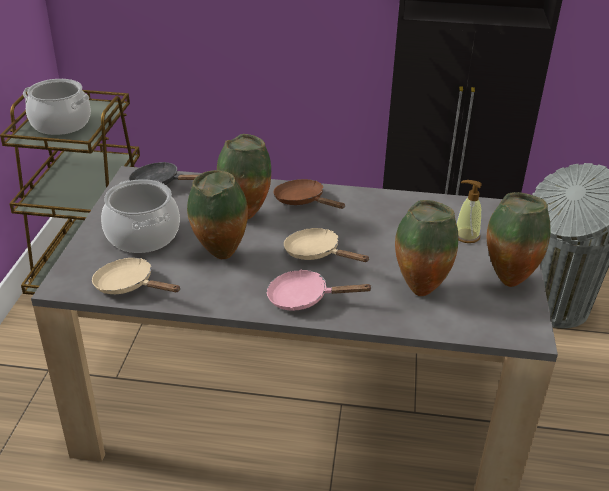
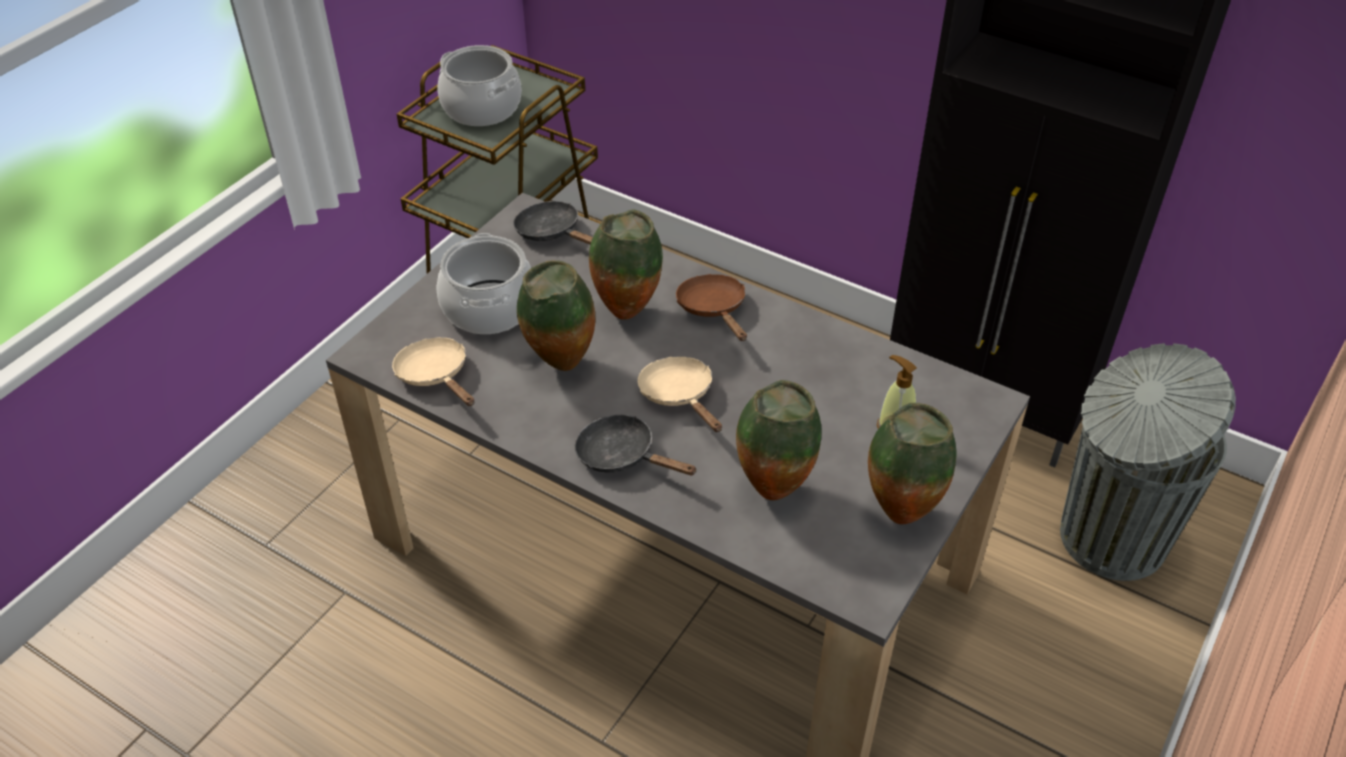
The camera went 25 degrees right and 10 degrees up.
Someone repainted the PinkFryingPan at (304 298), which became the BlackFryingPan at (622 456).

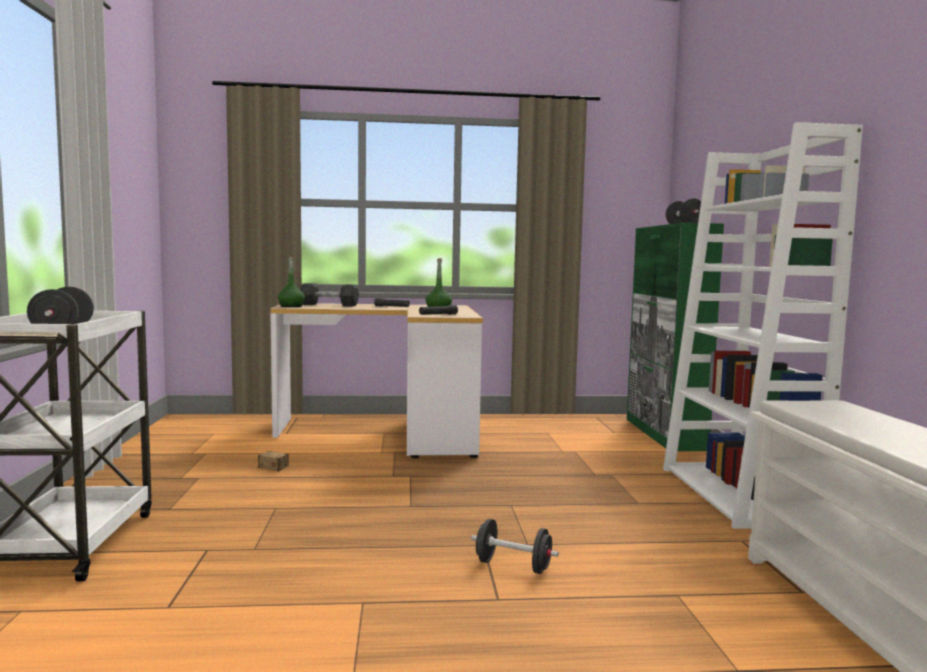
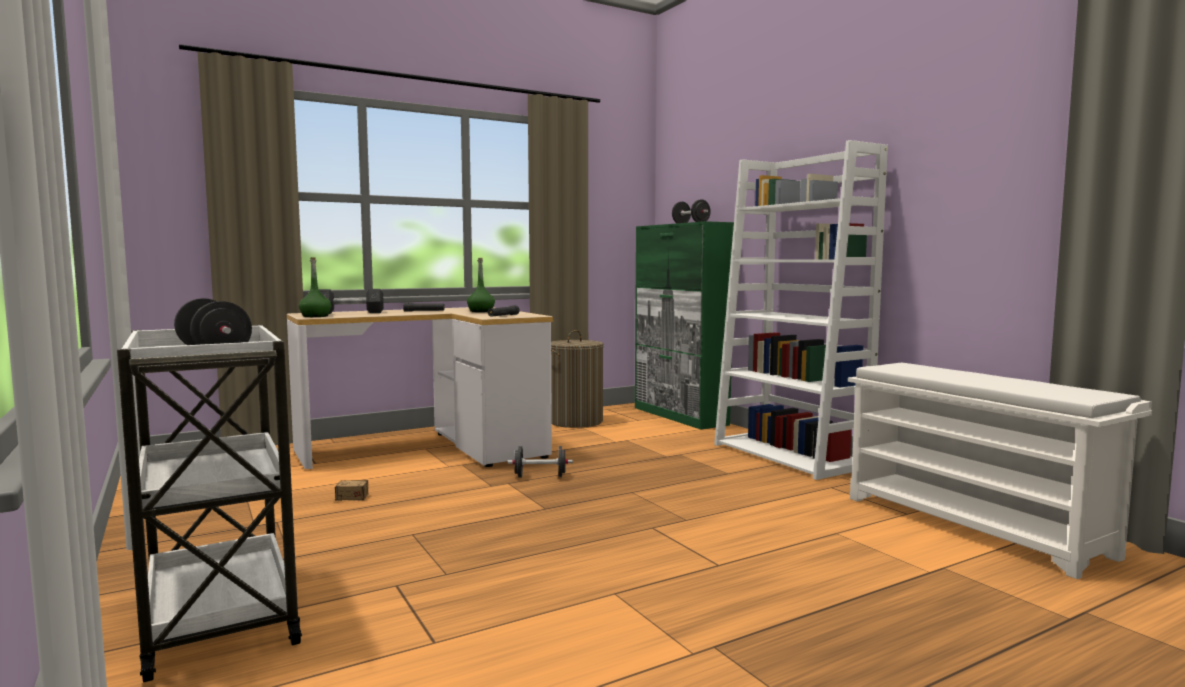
The camera went 25 degrees left and 0 degrees up.
Someone put down the LaundryBasket at (575 421).
Someone carried the BlackDumbbell from (513 566) to (540 476).

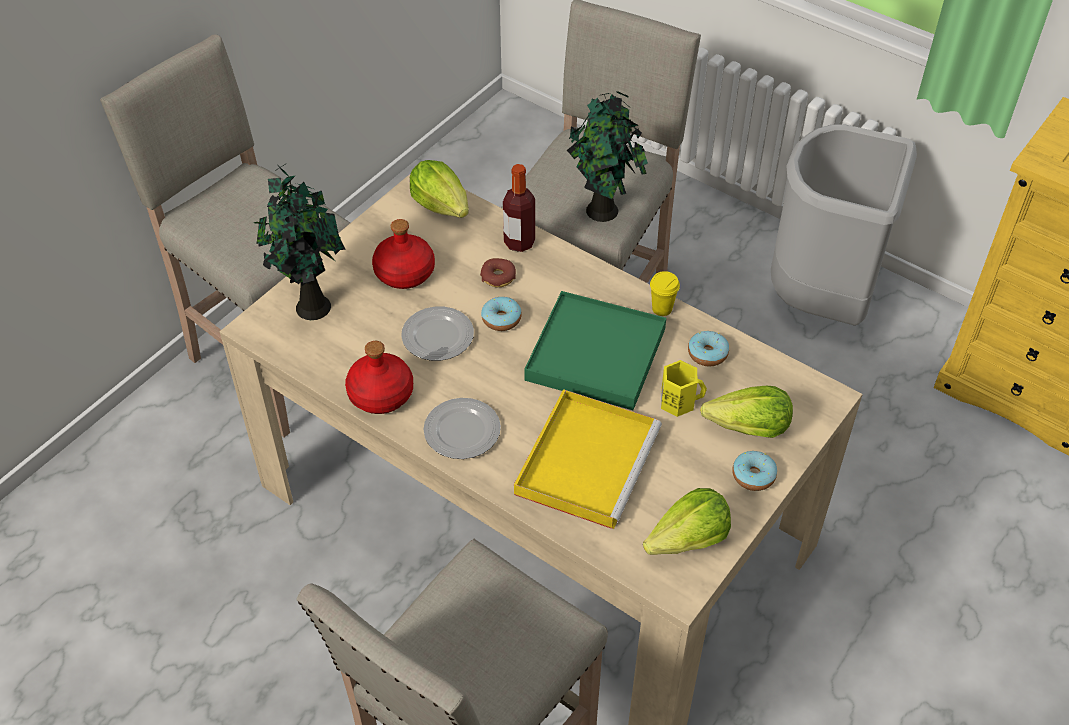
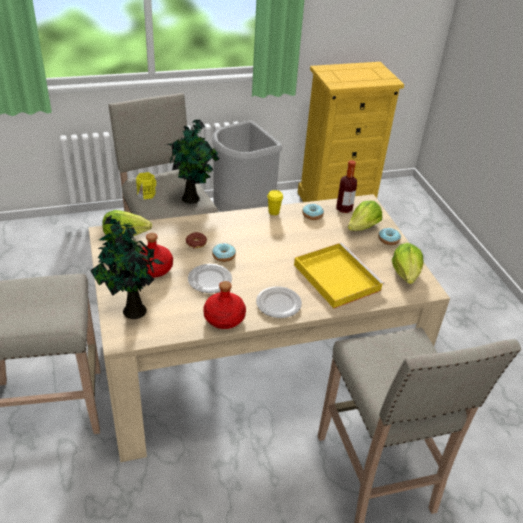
The camera went 55 degrees left and 10 degrees down.
Someone took away the GreenTray at (595 354).
Someone carried the Bottle from (519 242) to (344 209).
Someone carried the YellowMug from (678 401) to (146 194).

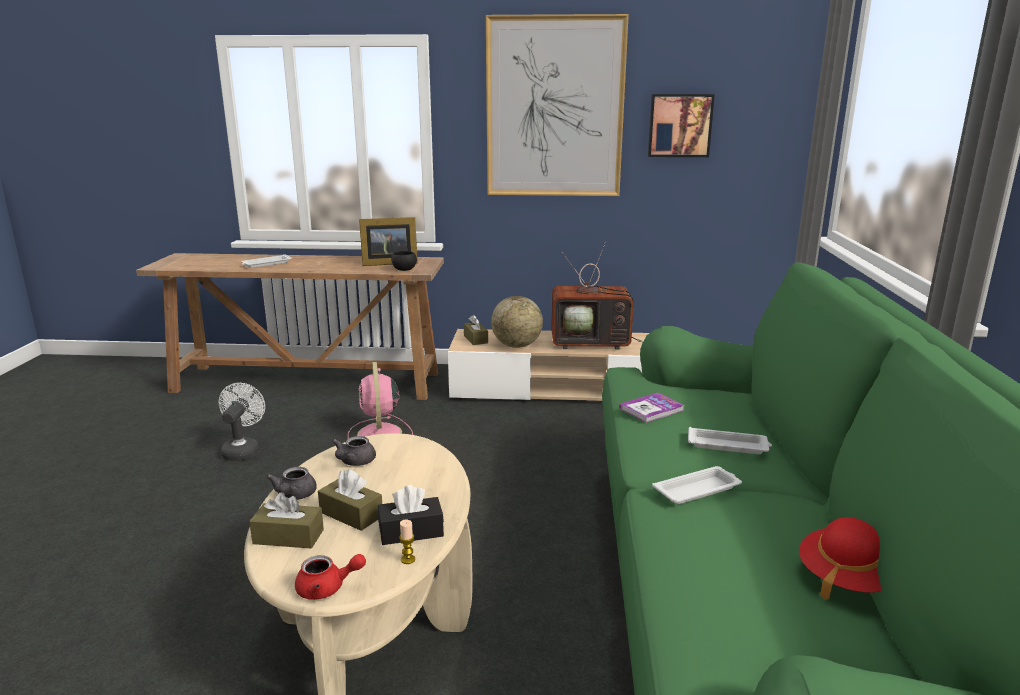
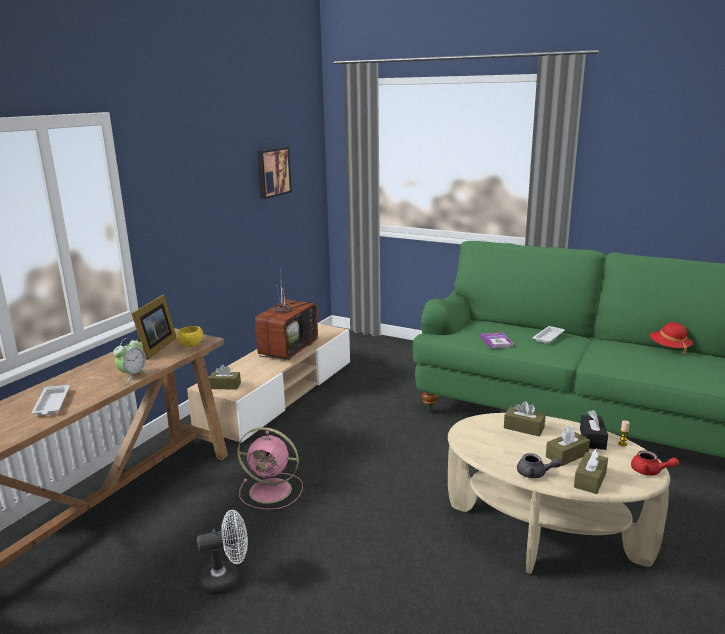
The camera went 65 degrees left and 0 degrees up.
Someone took away the GreyTeapot at (354 462).
Someone took away the Picture at (554 108).
Someone took away the Globe at (516 346).
Someone took away the WhiteTray at (698 490).
Someone put down the AlarmClock at (132 375).
Someone put down the BrownTissueBox at (523 428).
Someone repainted the BlackBowl at (404 270), which became the YellowBowl at (191 345).
Someone rotated the WhiteFan at (243 450) by 135 degrees clockwise.
Someone rotated the RedTeapot at (327 588) by 105 degrees clockwise.

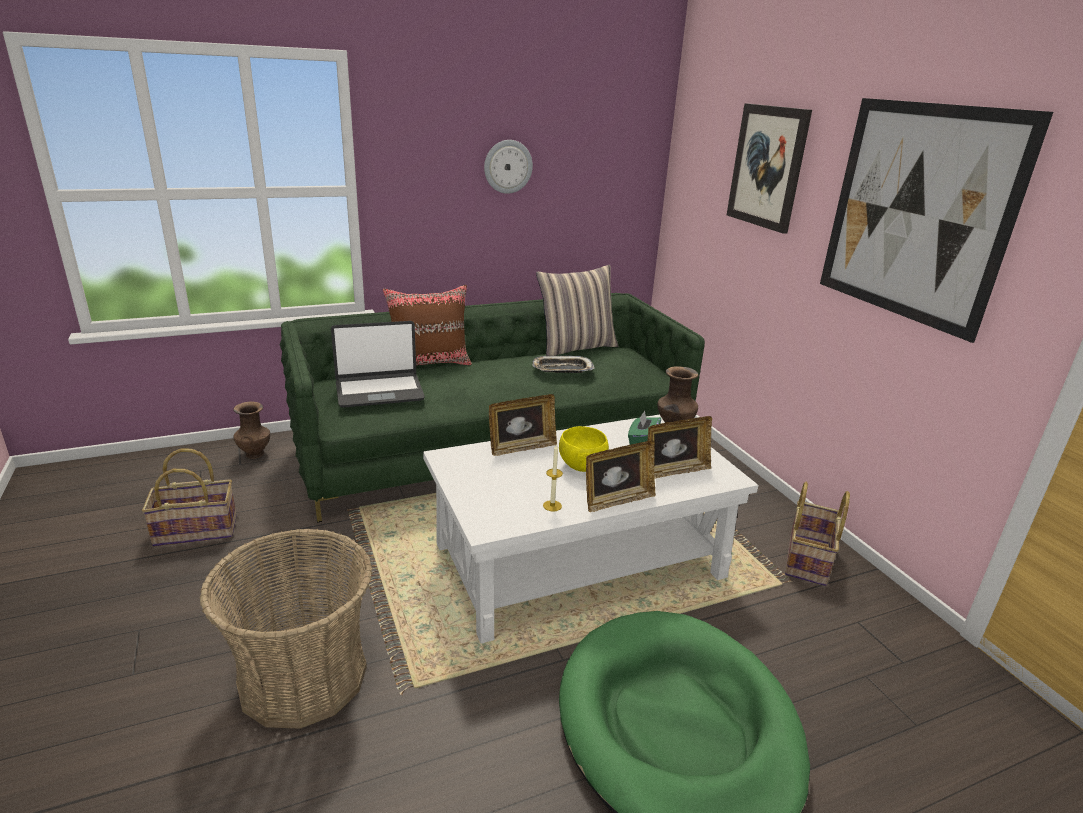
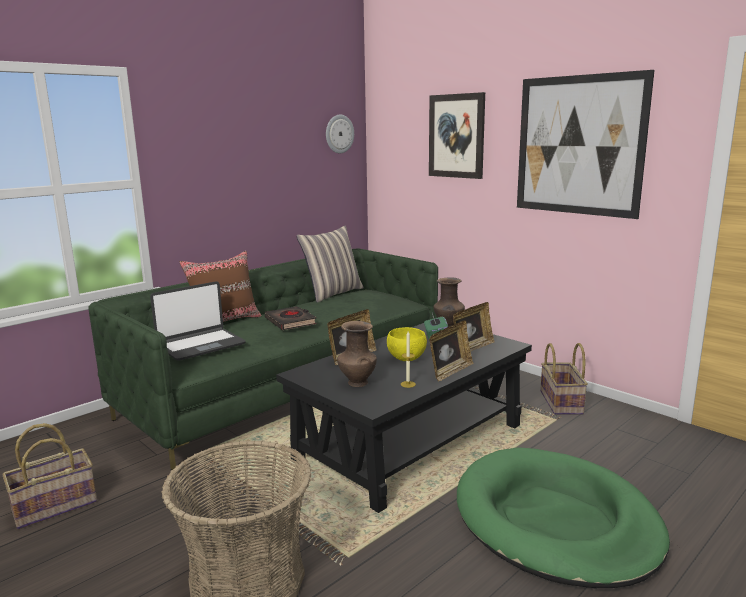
The camera went 20 degrees left and 10 degrees down.
Someone took away the Tray at (562 369).
Someone put down the BlackBook at (290 322).
Someone carried the BrownVase from (255 454) to (357 382).
Someone carried the WallClock from (508 166) to (339 134).
Someone repainted the WhiteCoffeeTable at (579 560), which became the BlackCoffeeTable at (410 441).

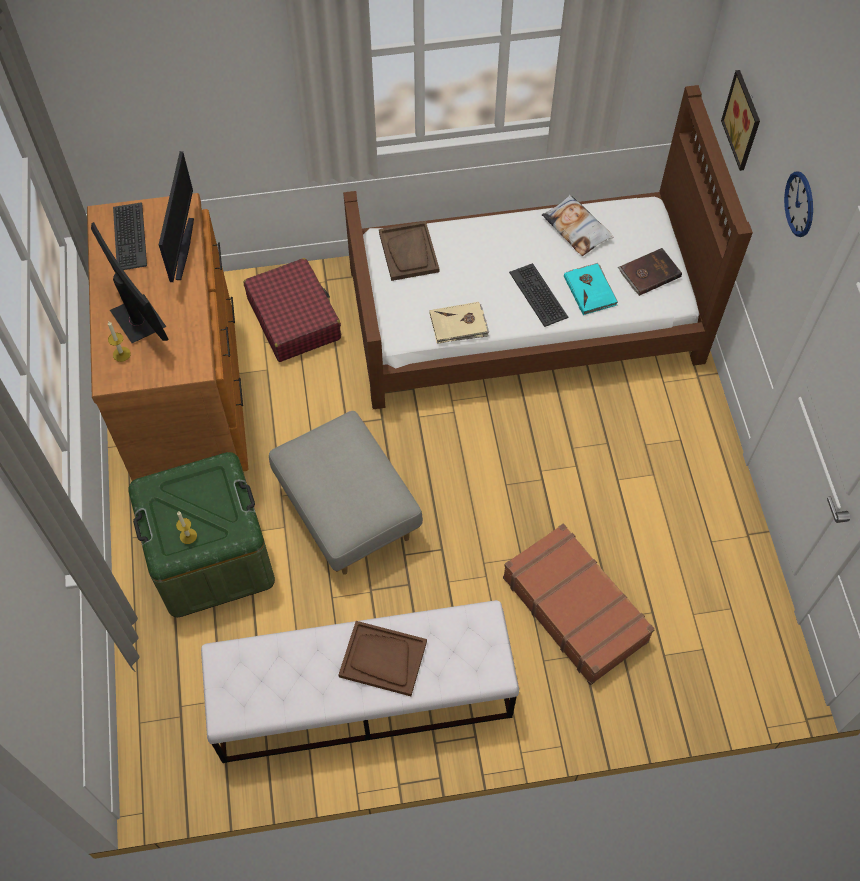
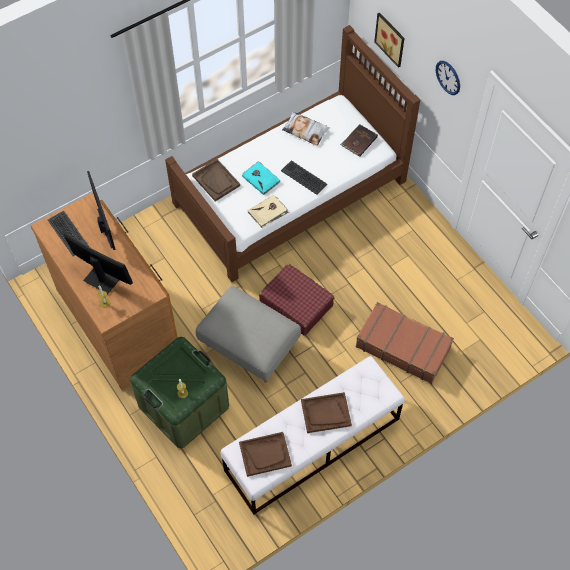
The camera went 25 degrees left and 0 degrees up.
Someone put down the BrownTray at (265 454).
Someone carried the RedSuitcase from (294 318) to (296 304).
Someone carried the TurquoiseBook from (590 290) to (261 179).

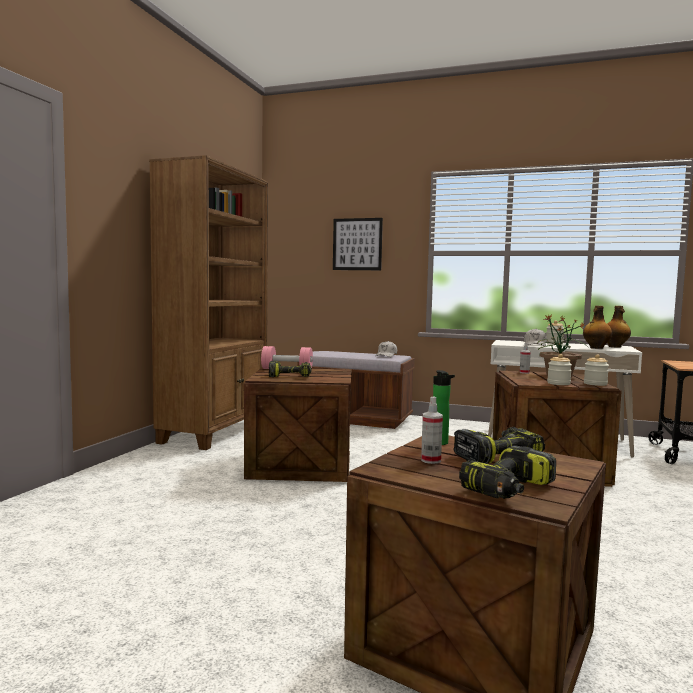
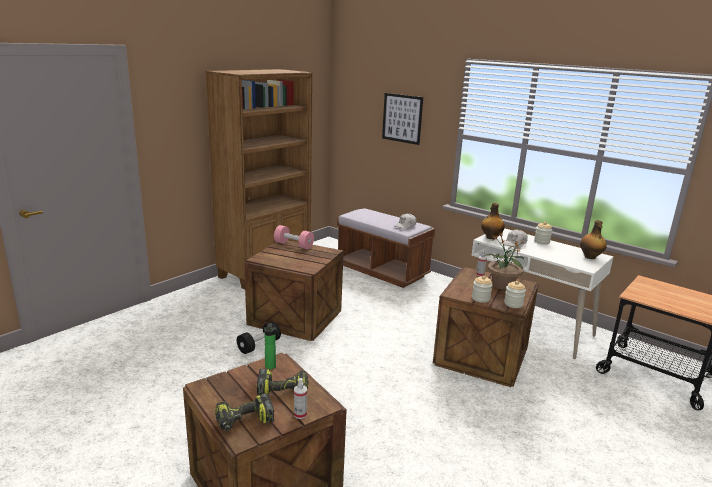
The camera went 20 degrees right and 15 degrees up.
Someone took away the PowerDrill at (290 376).
Someone put down the BlackDumbbell at (259 345).
Someone carried the SprayBottle from (431 460) to (300 414).
Someone carried the Bottle from (596 348) to (491 237).

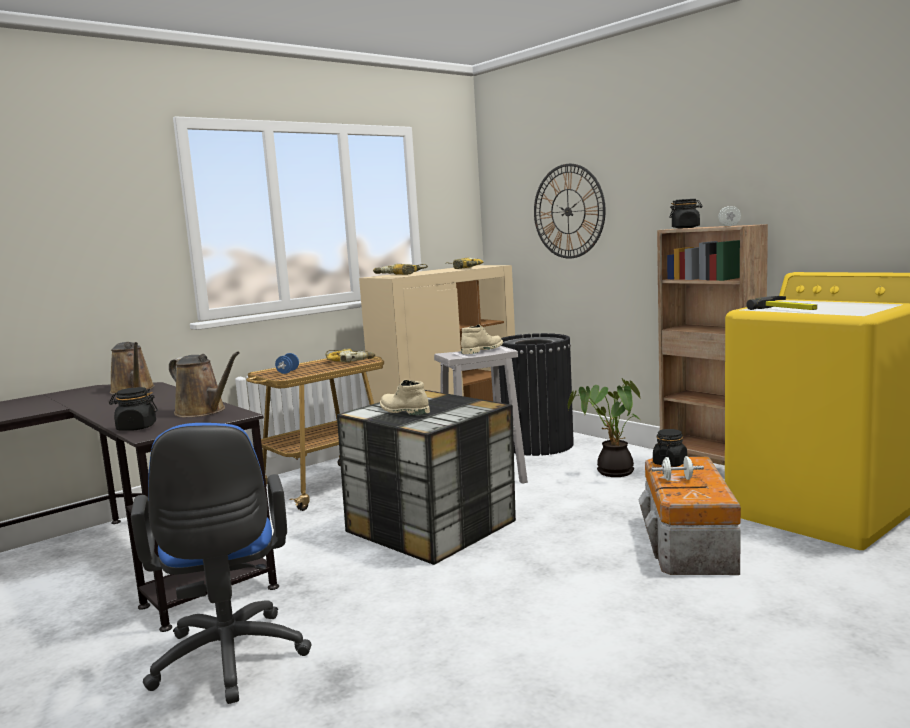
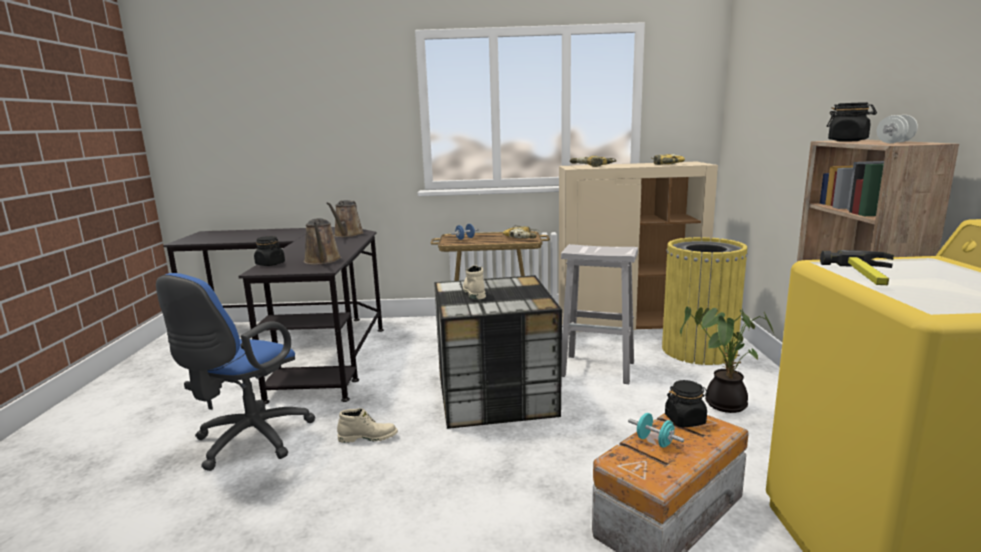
The camera went 40 degrees right and 5 degrees up.
Someone took away the WallClock at (568 211).
Someone carried the BeigeBoot from (481 350) to (368 437).
Someone repainted the BlackTrashCan at (538 445), which became the YellowTrashCan at (699 350).
Someone repainted the WhiteDumbbell at (677 479), which became the TurquoiseDumbbell at (654 441).

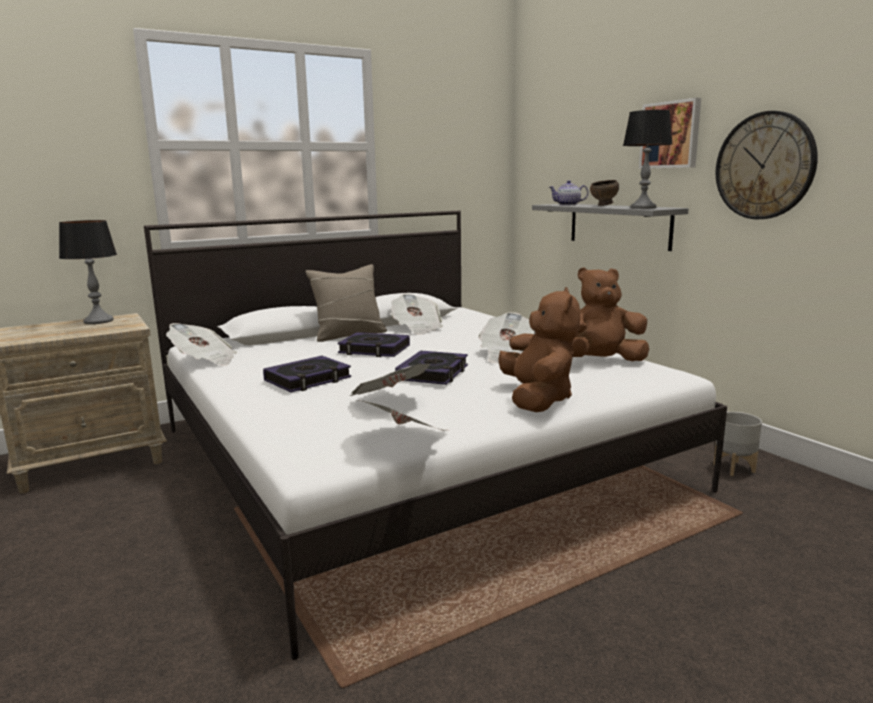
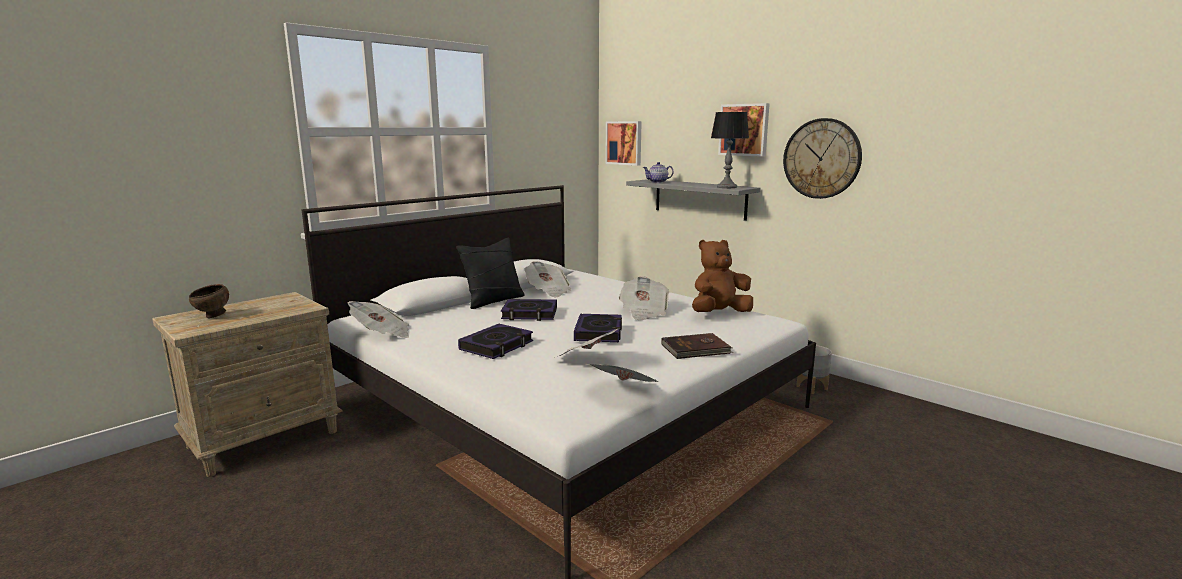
The camera went 15 degrees left and 0 degrees up.
Someone took away the TableLamp at (98 321).
Someone put up the Picture at (624 143).
Someone carried the BrownBowl from (604 205) to (213 316).
Someone swapped the BrownPlushToy at (537 399) for the BrownBook at (696 349).
Someone repainted the BeigePillow at (349 335), which became the BlackPillow at (493 300).

